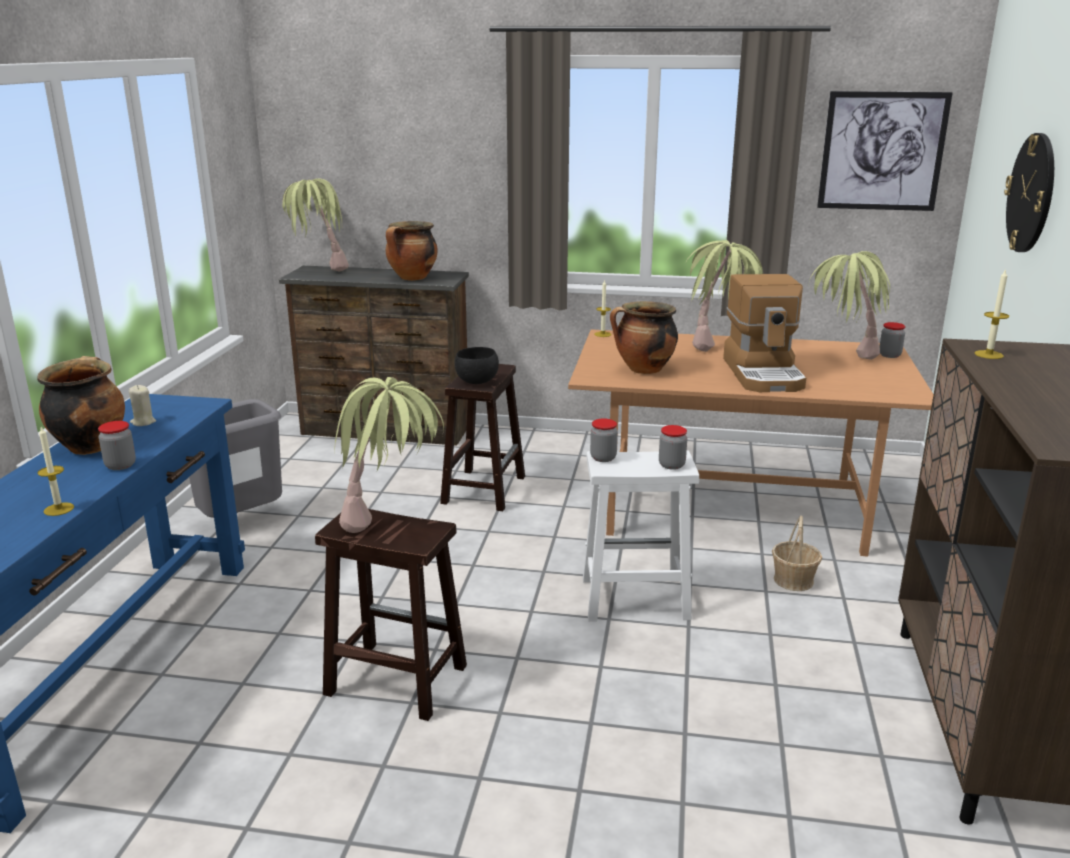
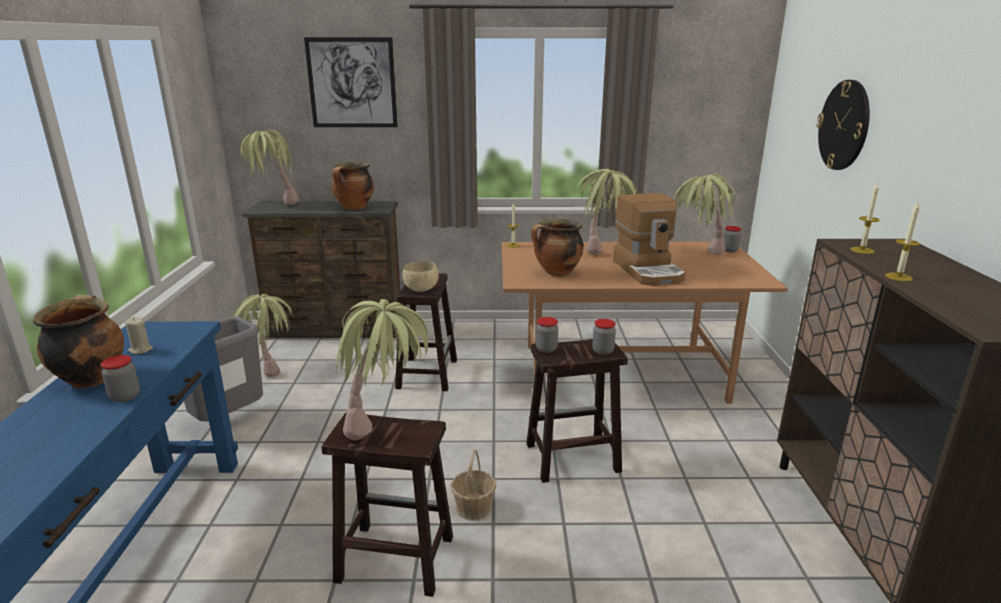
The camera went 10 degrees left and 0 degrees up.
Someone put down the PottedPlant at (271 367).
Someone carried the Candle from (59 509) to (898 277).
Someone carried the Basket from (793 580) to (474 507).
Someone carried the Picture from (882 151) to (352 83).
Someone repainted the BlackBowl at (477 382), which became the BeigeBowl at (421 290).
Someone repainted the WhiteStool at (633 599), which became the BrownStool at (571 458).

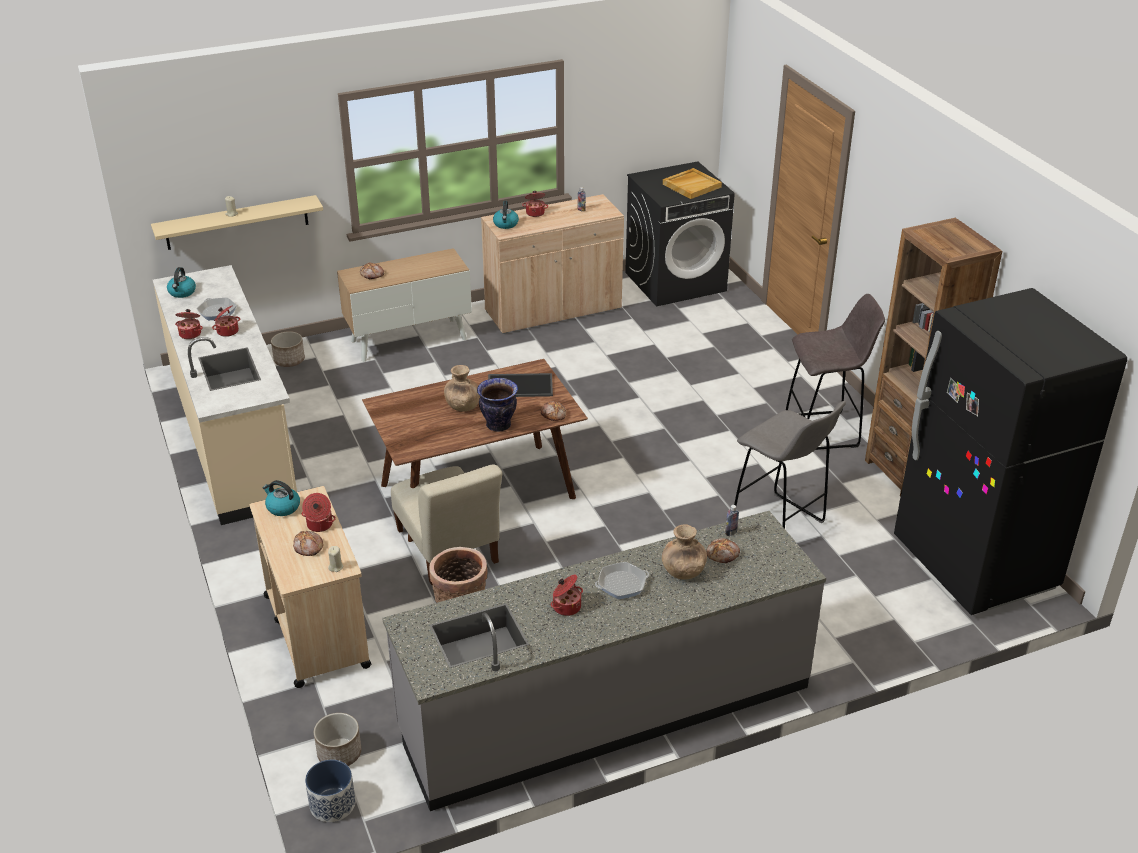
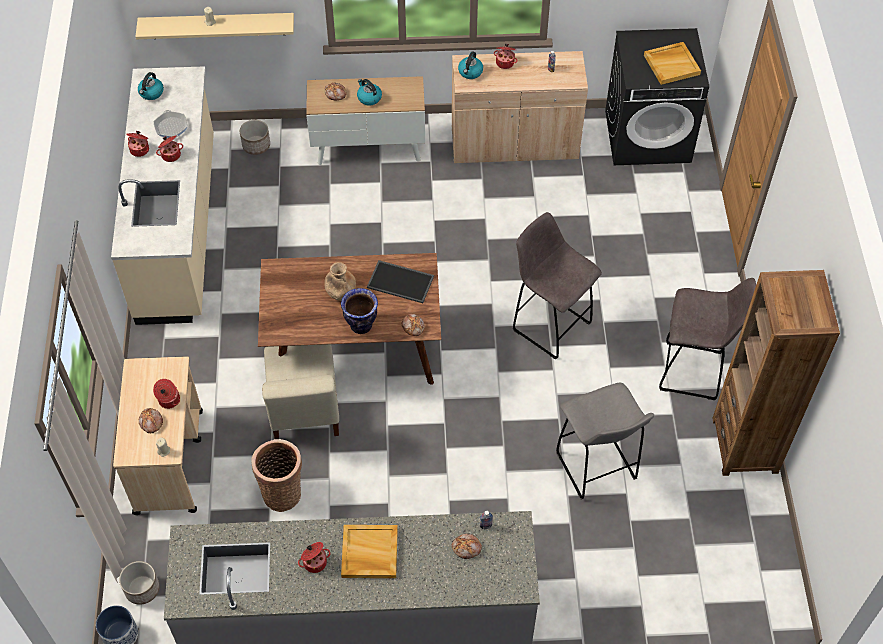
The camera went 20 degrees right and 20 degrees up.
Someone took away the BrownVase at (683 571).
Someone took away the BlackFridge at (974 565).
Someone put down the GreyStool at (549 325).
Someone carried the Kettle from (282 507) to (369 98).
Someone swapped the FryingPan at (622 584) for the BeigeTray at (369 553).

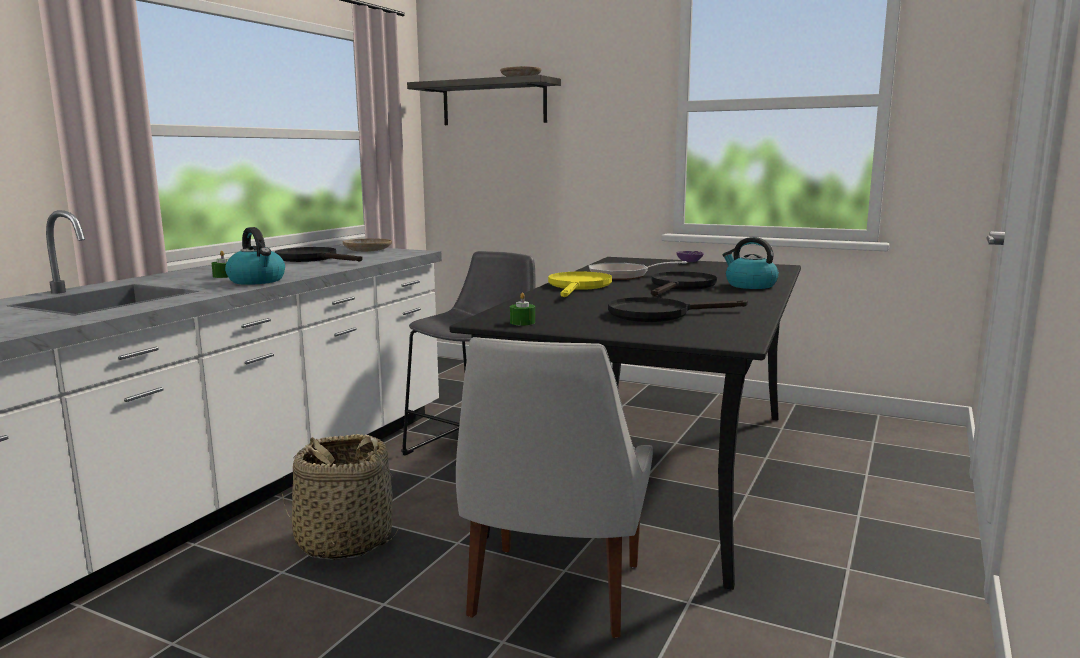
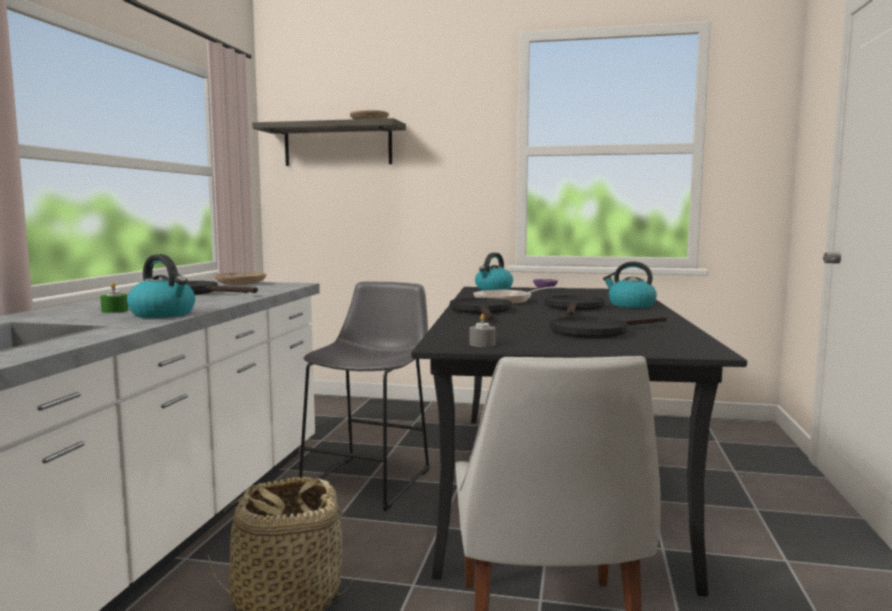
The camera went 15 degrees left and 5 degrees down.
Someone put down the Kettle at (493 289).
Someone repainted the GreenCandle at (522 322), which became the GreyCandle at (482 344).
Someone repainted the YellowFryingPan at (578 286), which became the BlackFryingPan at (482 311).

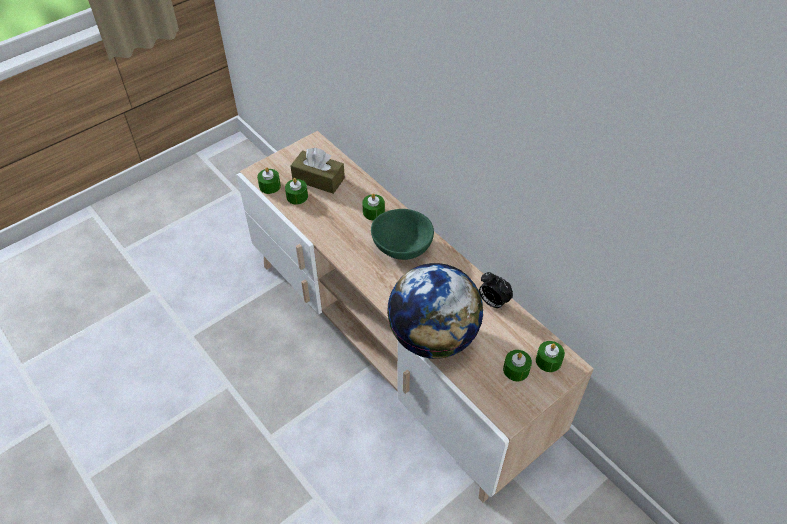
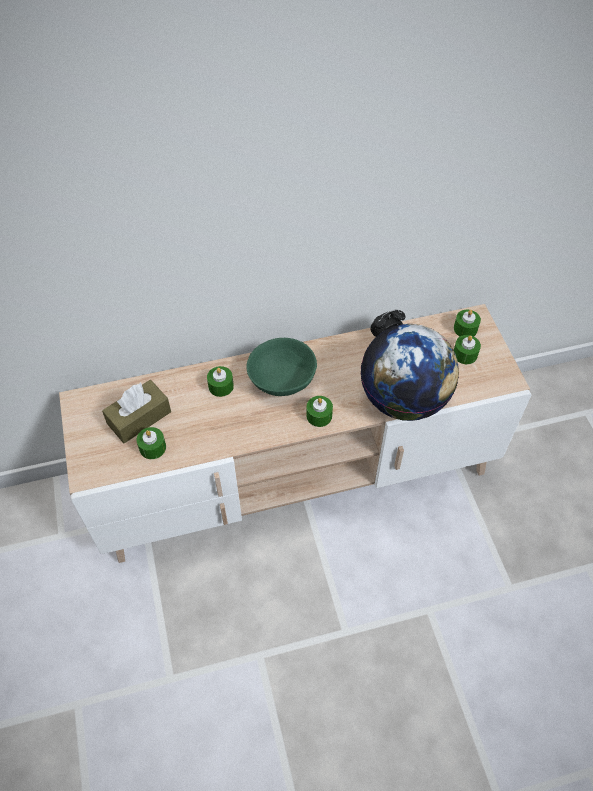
The camera went 65 degrees left and 5 degrees up.
Someone carried the GreenCandle from (270 186) to (319 416).

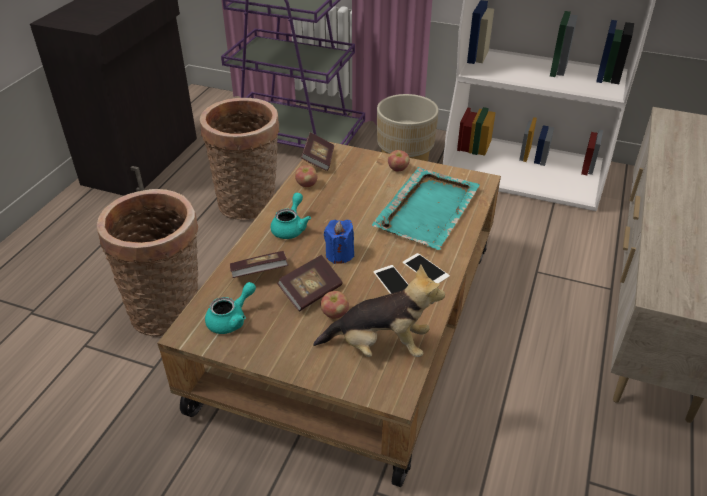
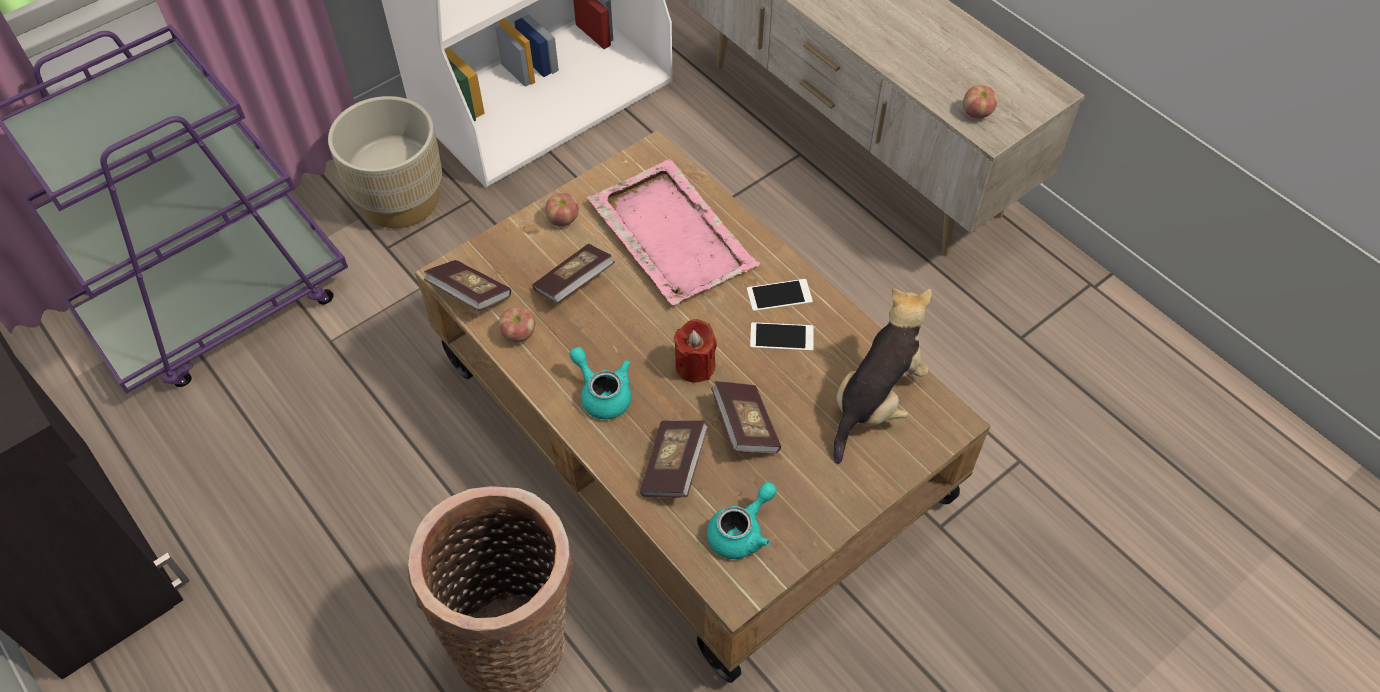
The camera went 60 degrees left and 15 degrees up.
Someone took away the Basket at (250 205).
Someone put down the Book at (574 283).
Someone carried the Apple from (335 314) to (977 113).
Someone repainted the BlueCandle at (339 254), which became the RedCandle at (695 366).
Someone repainted the TurquoiseTray at (428 209), which became the PinkTray at (671 234).
Someone rotated the TurquoiseTeapot at (231 319) by 60 degrees clockwise.

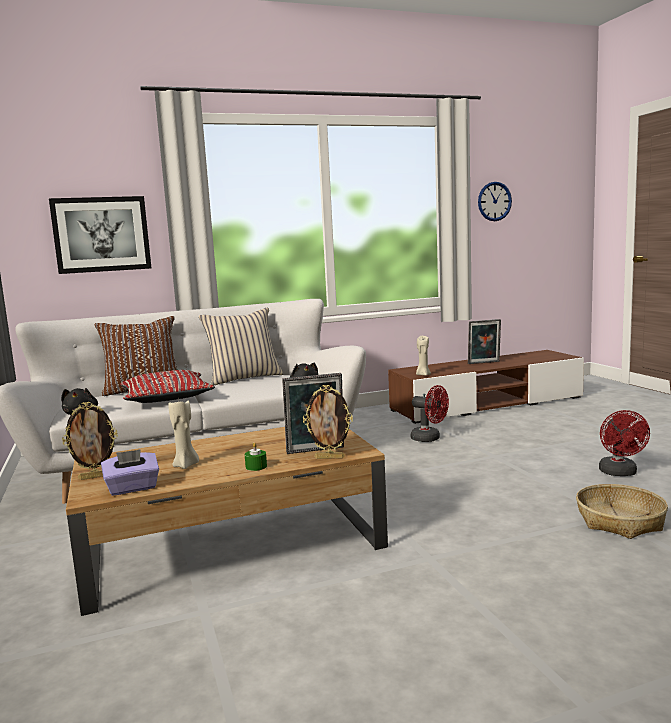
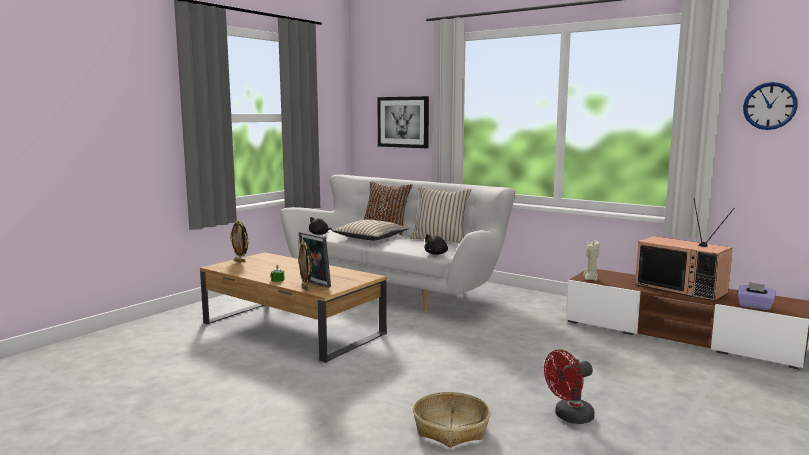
The camera went 55 degrees right and 0 degrees up.
Someone took away the BeigeCandle at (186 465).
Someone took away the RedFan at (430 439).
Someone carried the PurpleTissueBox from (132 488) to (754 306).
Someone swapped the PictureFrame at (484 363) for the Television at (682 288).
Someone repainted the RedPillow at (166 397), which became the BeigePillow at (370 237).

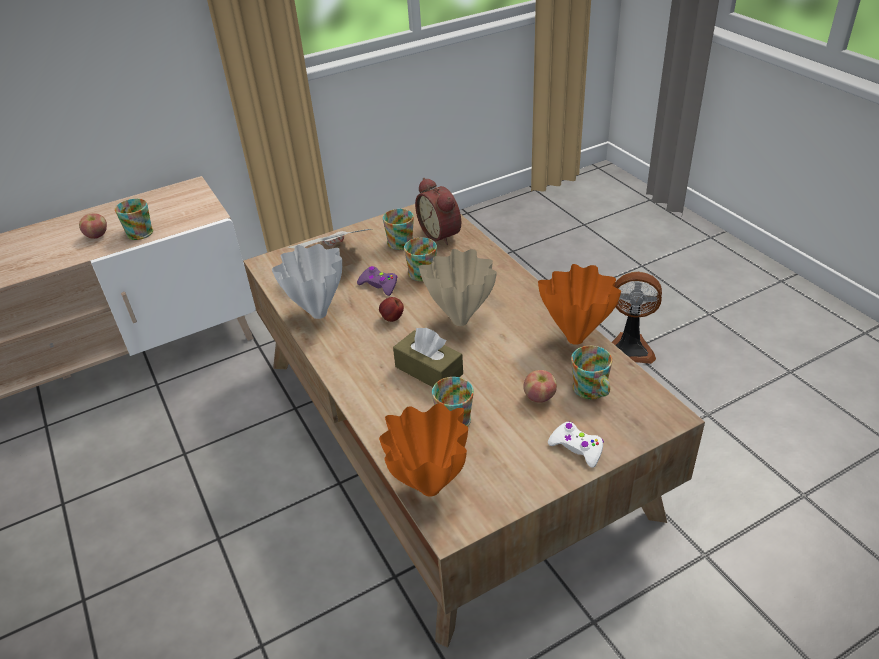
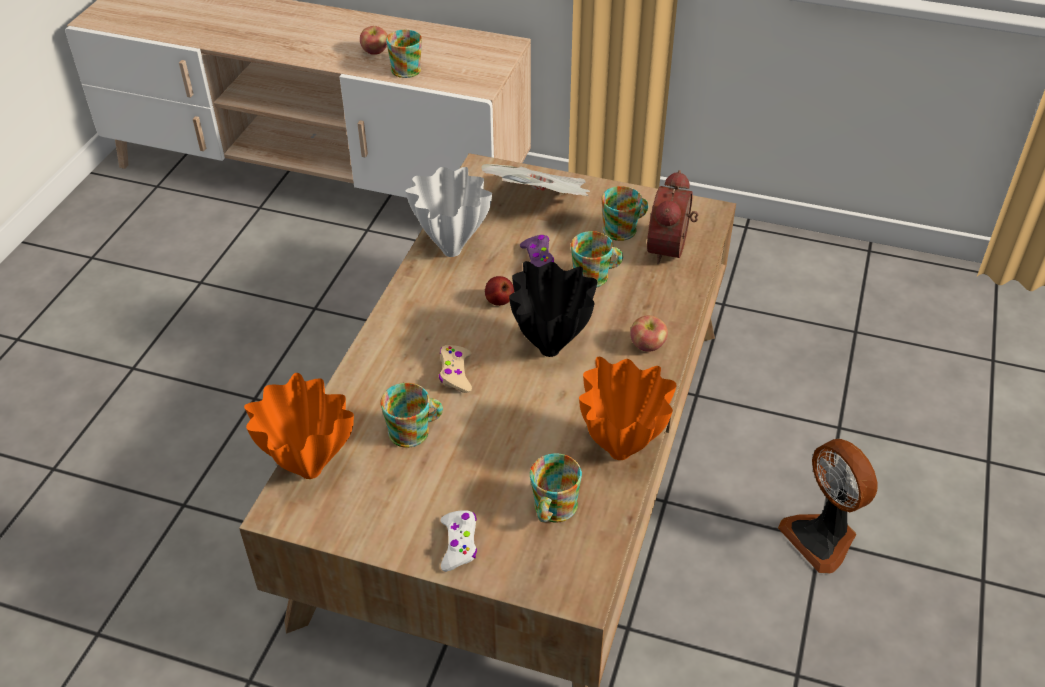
The camera went 45 degrees right and 5 degrees up.
Someone carried the Apple from (539 397) to (647 346).
Someone swapped the BrownTissueBox at (429 370) for the BeigeGameController at (455 373).
Someone repainted the BeigeVase at (461 321), which became the BlackVase at (550 351).

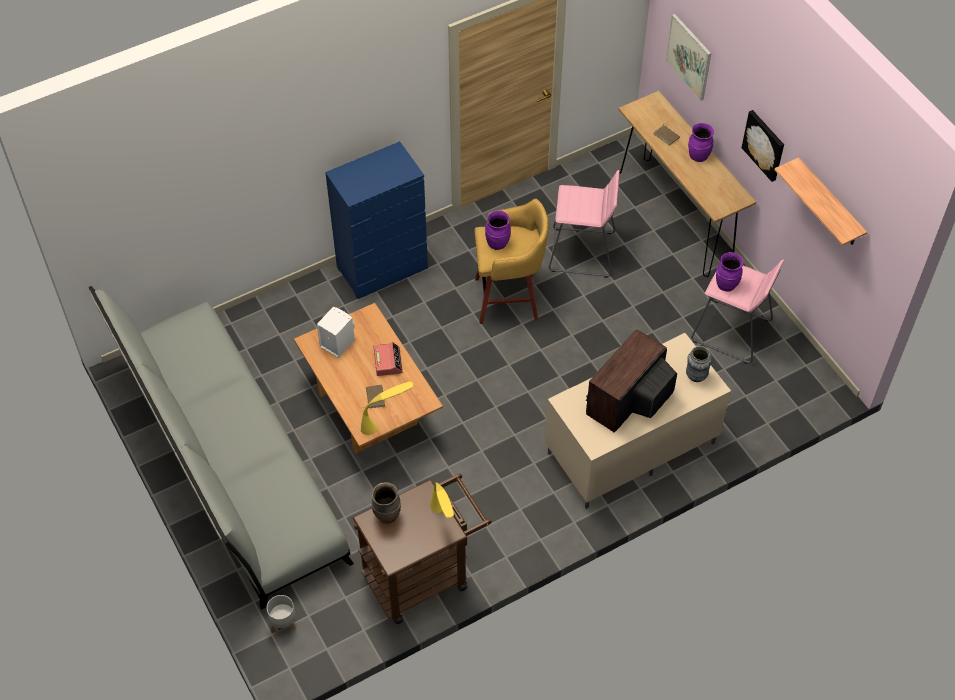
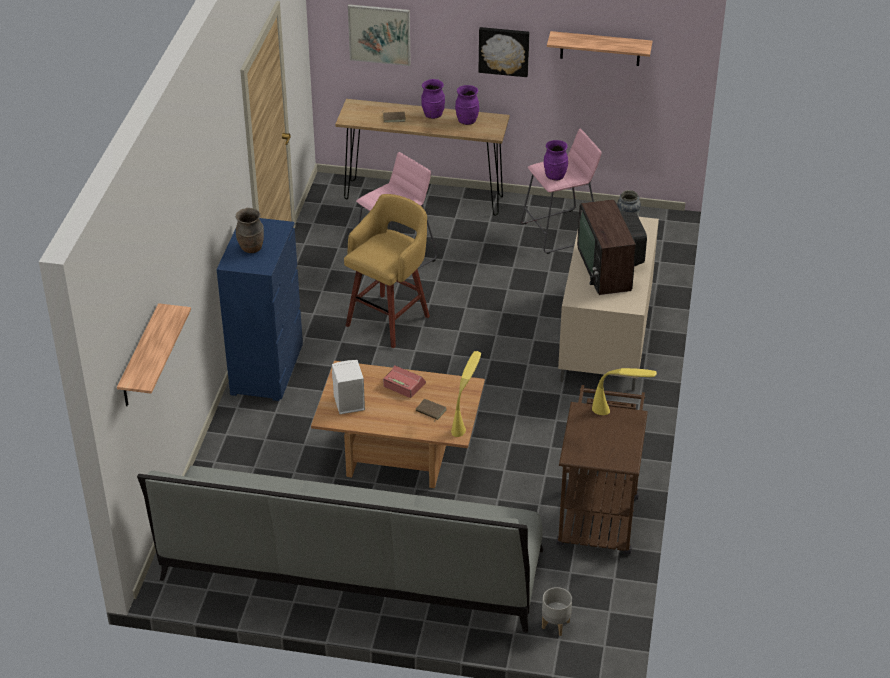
The camera went 50 degrees left and 15 degrees down.
Someone put up the Shelf at (140 358).
Someone carried the BrownVase from (387 515) to (251 248).
Someone carried the PurpleVase from (497 243) to (466 121).

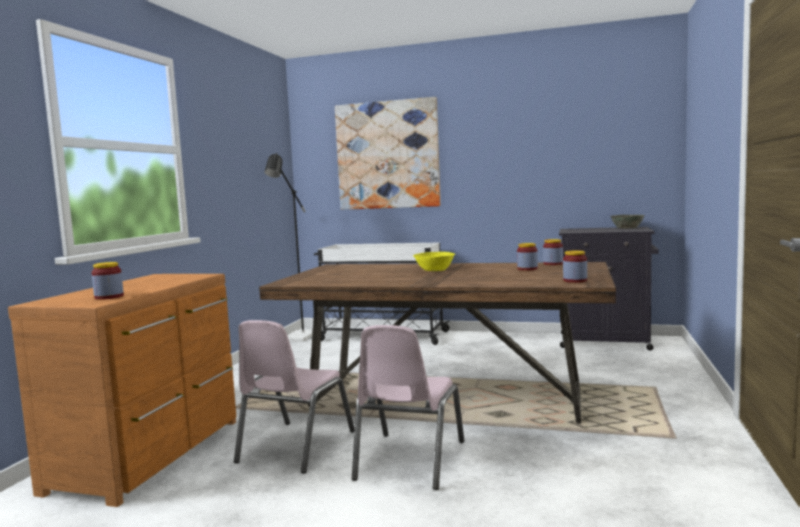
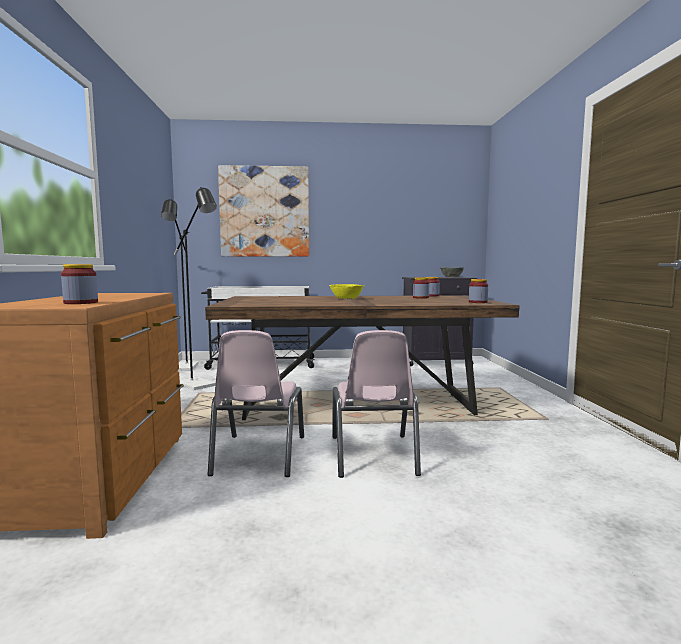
The camera went 20 degrees left and 0 degrees up.
Someone put down the BlackFloorLamp at (200 386).

